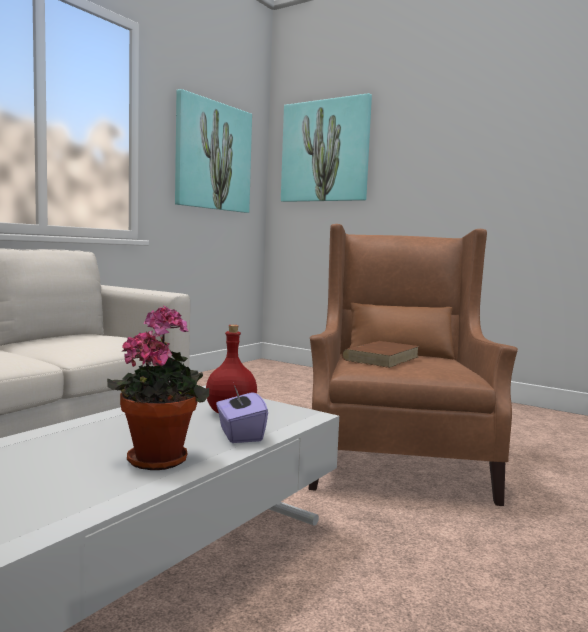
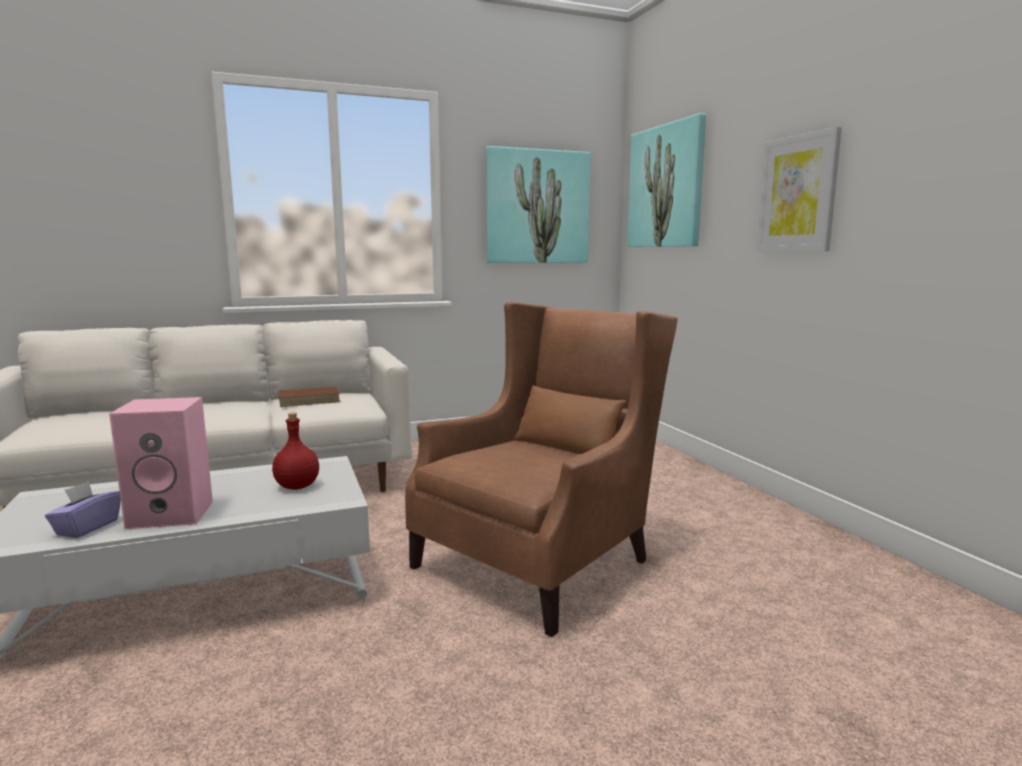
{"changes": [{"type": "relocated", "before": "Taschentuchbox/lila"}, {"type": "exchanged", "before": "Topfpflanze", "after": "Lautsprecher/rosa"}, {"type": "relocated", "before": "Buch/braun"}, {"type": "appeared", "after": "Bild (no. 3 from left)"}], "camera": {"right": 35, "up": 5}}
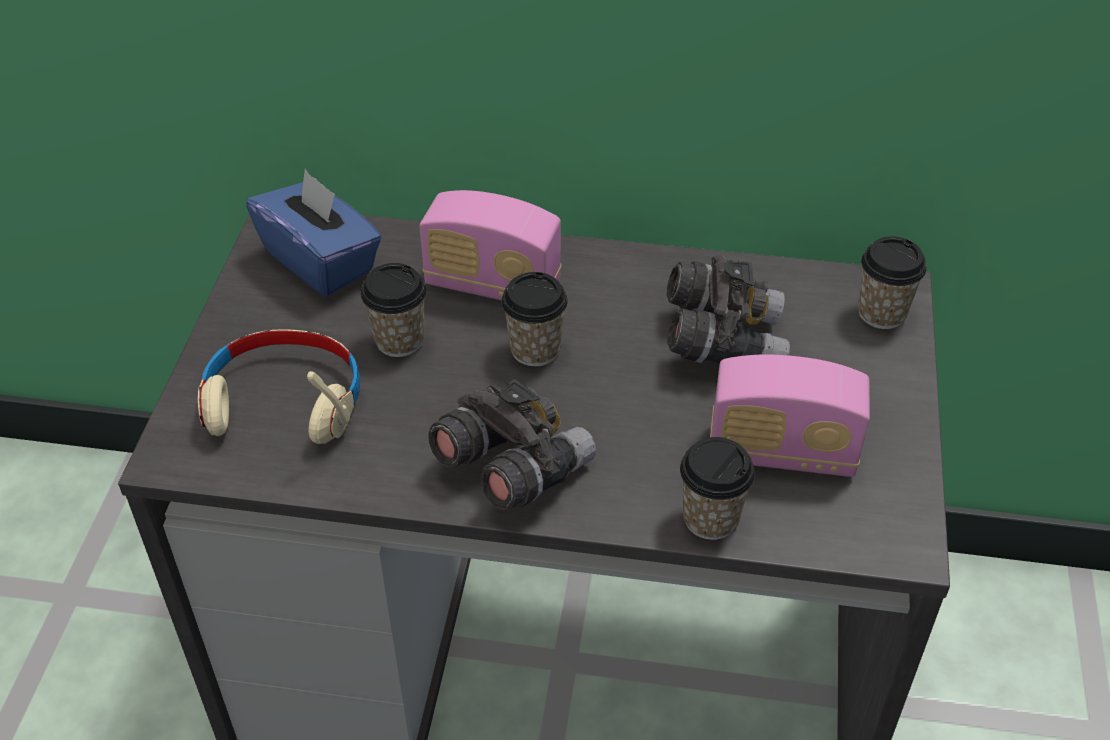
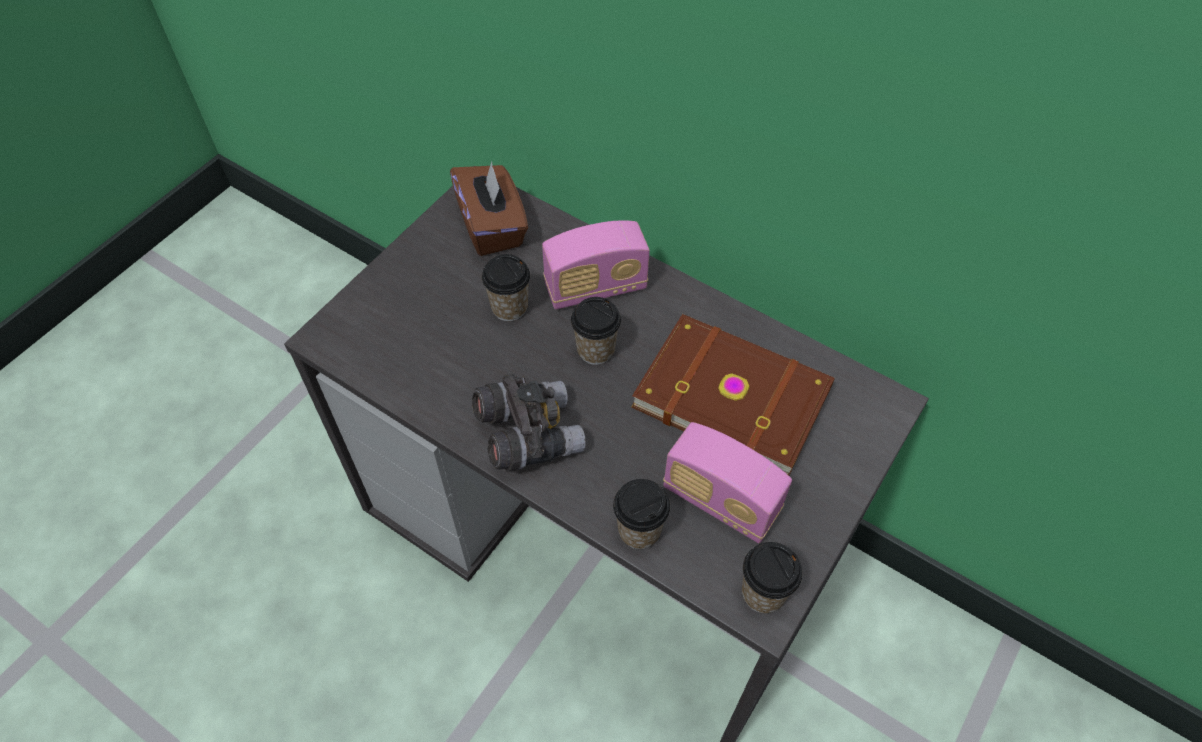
{"changes": [{"type": "colour", "before": "Taschentuchbox/blau", "after": "Taschentuchbox/braun"}, {"type": "spun", "before": "Radio (no. 1 from left)", "turn": -60}, {"type": "exchanged", "before": "Fernglas/grau (no. 2 from left)", "after": "Buch/braun"}, {"type": "relocated", "before": "Tasse (no. 4 from left)"}, {"type": "missing", "before": "Kopfhörer/beige"}], "camera": {"right": 25, "up": 10}}
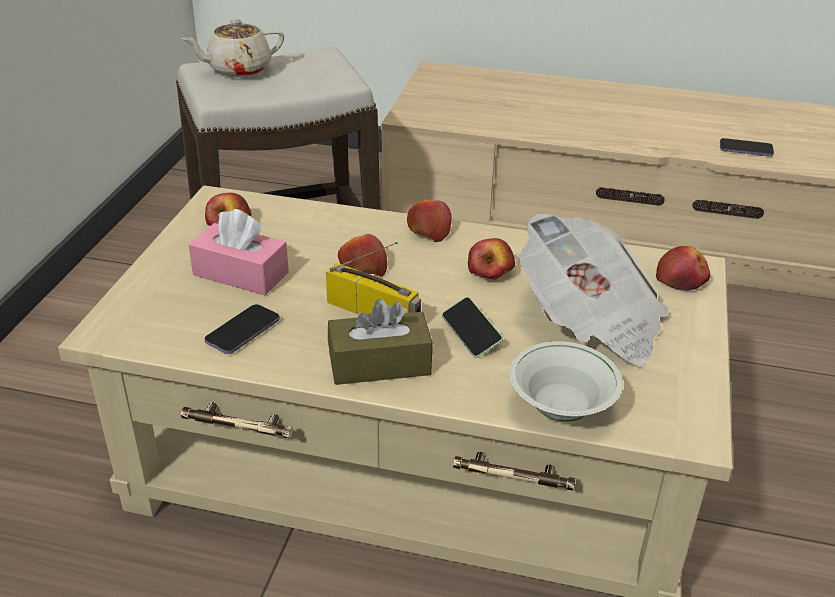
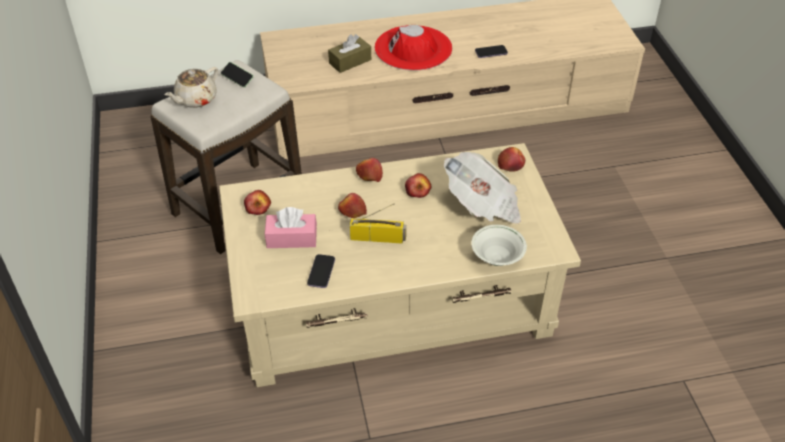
{"changes": [{"type": "relocated", "before": "Handy (no. 2 from left in the first image)", "after": "Handy (no. 1 from left)"}, {"type": "relocated", "before": "Taschentuchbox/braun"}, {"type": "appeared", "after": "Hut/rot"}], "camera": {"right": -25, "up": 10}}
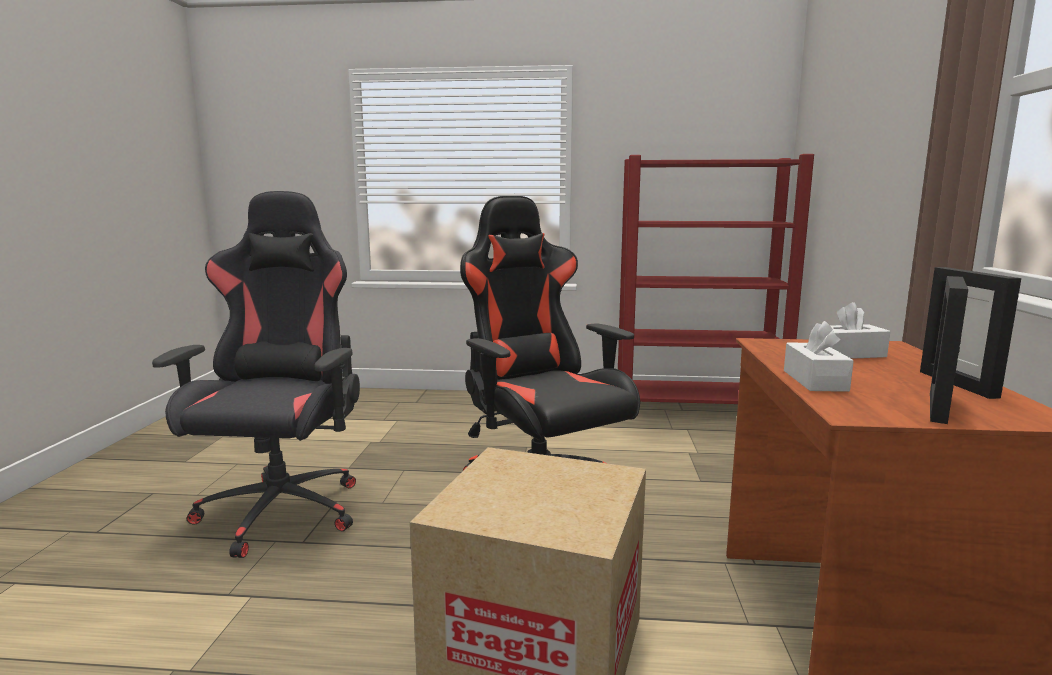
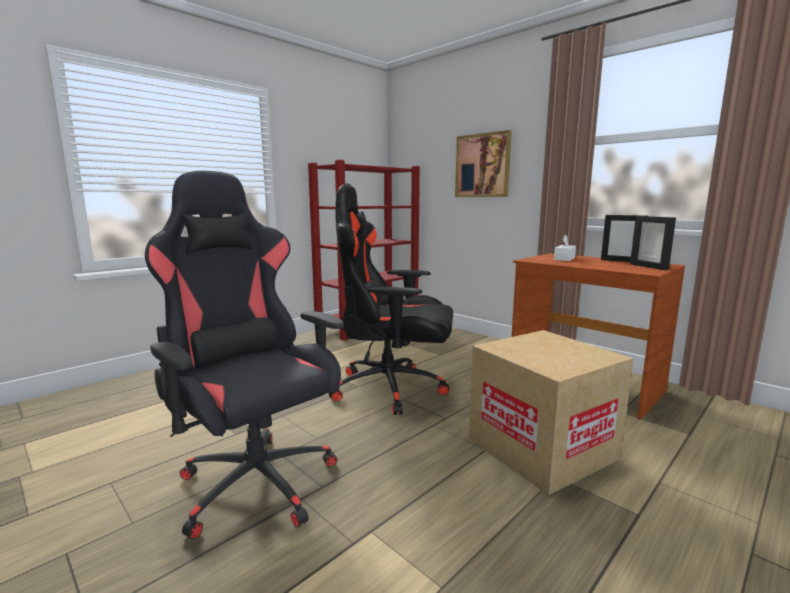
{"changes": [{"type": "appeared", "after": "Bild"}, {"type": "missing", "before": "Taschentuchbox/weiß (no. 1 from left)"}], "camera": {"right": -50, "up": 0}}
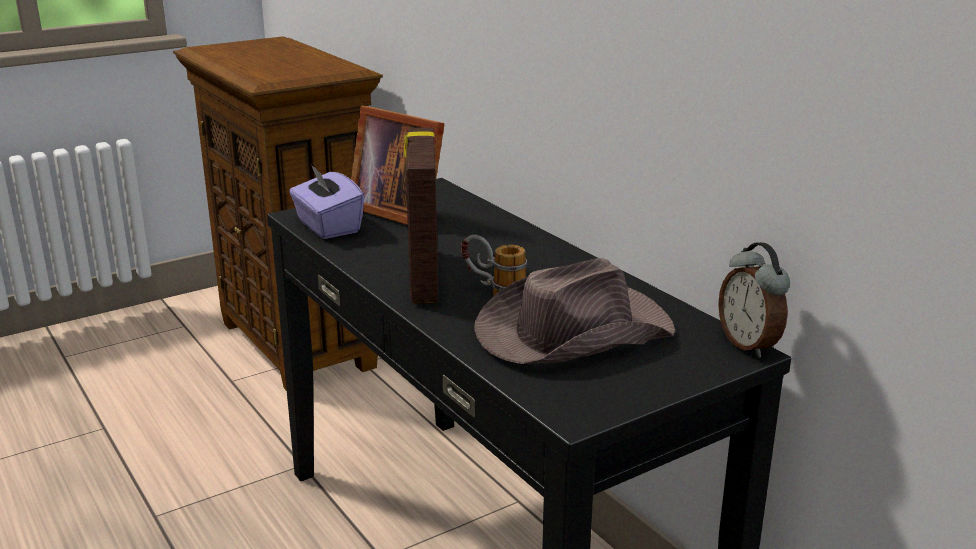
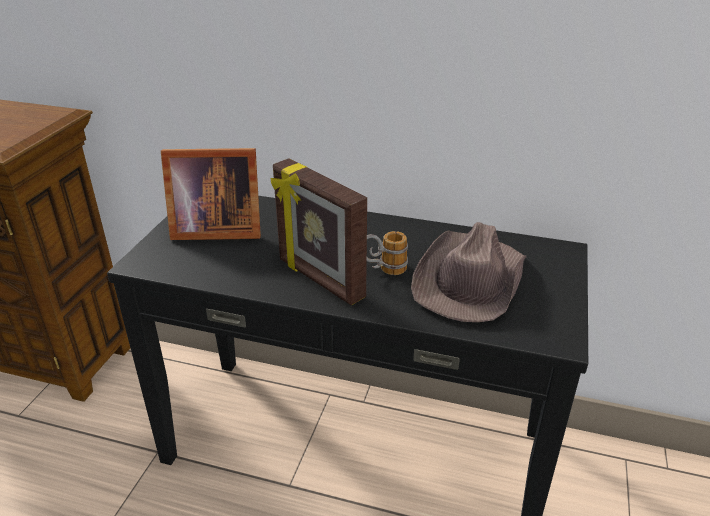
{"changes": [{"type": "missing", "before": "Taschentuchbox/lila"}, {"type": "missing", "before": "Wecker"}], "camera": {"right": -40, "up": 10}}
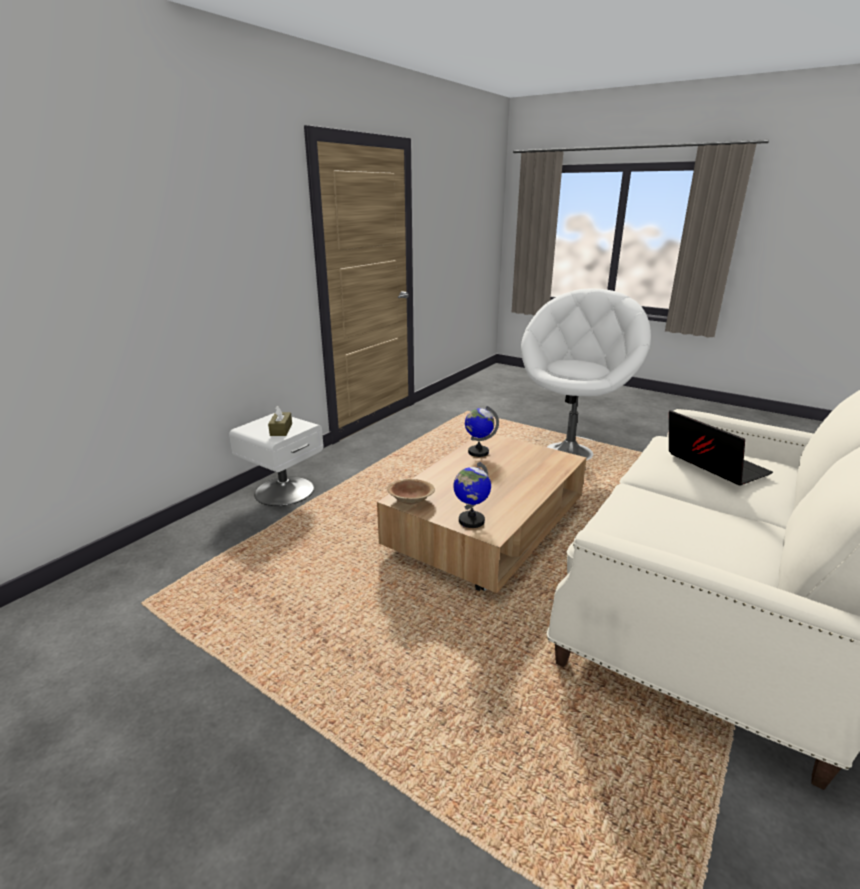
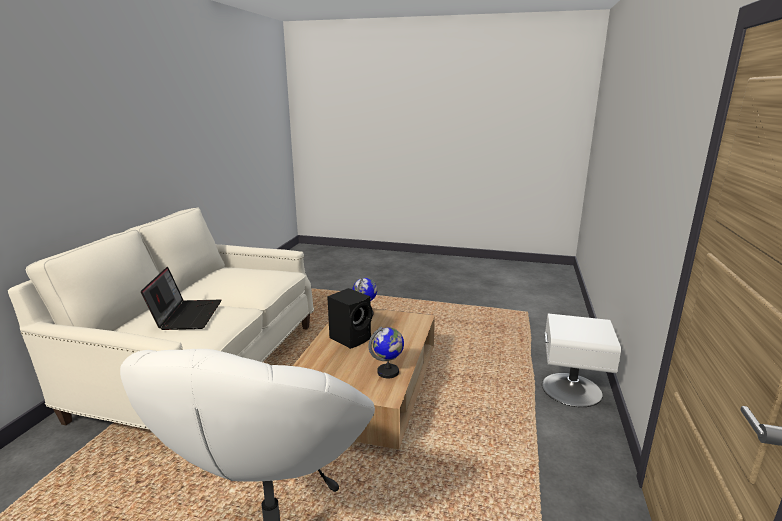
{"changes": [{"type": "spun", "before": "Laptop", "turn": -135}, {"type": "appeared", "after": "Lautsprecher/schwarz"}, {"type": "missing", "before": "Taschentuchbox/braun"}, {"type": "missing", "before": "Schüssel/braun"}], "camera": {"right": 160, "up": -5}}
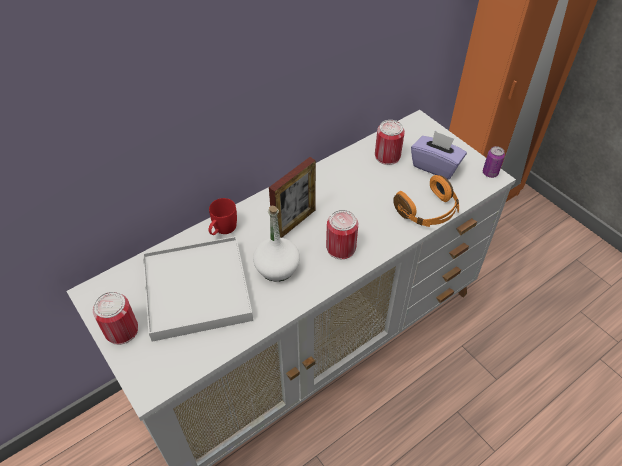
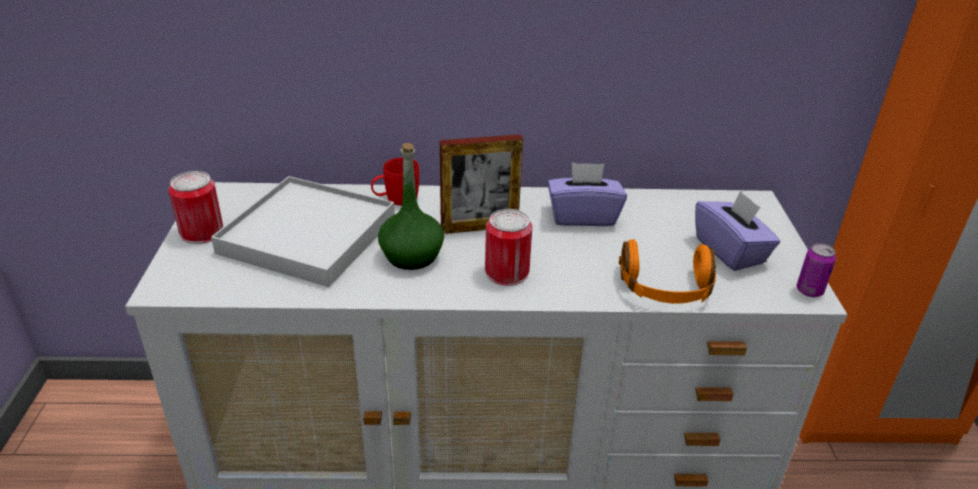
{"changes": [{"type": "colour", "before": "Flasche/weiß", "after": "Flasche/grün"}, {"type": "appeared", "after": "Taschentuchbox/lila (no. 1 from left)"}, {"type": "missing", "before": "Dose (no. 3 from left)"}], "camera": {"right": 35, "up": -15}}
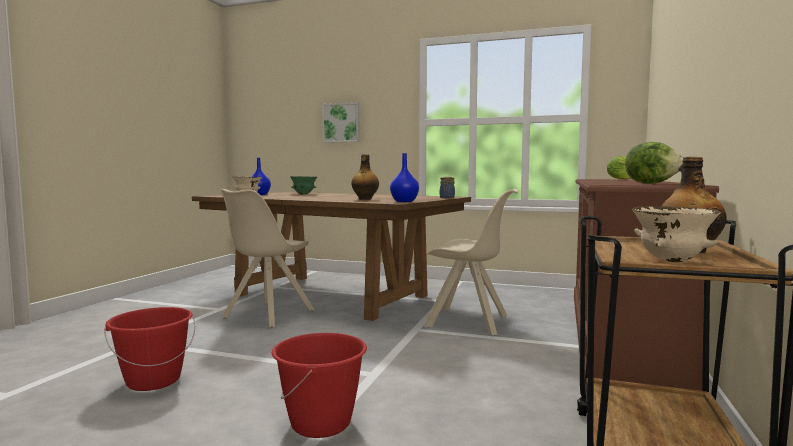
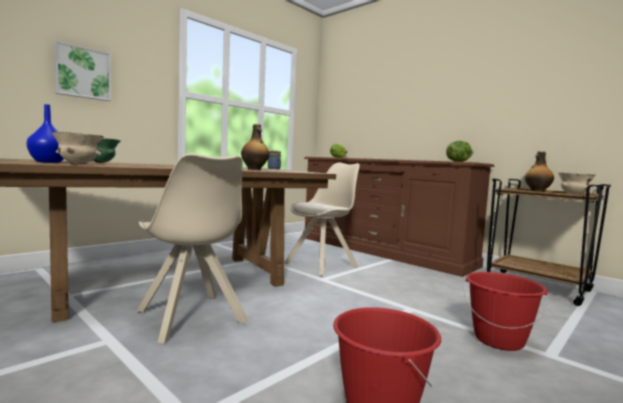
{"changes": [{"type": "missing", "before": "Vase/blau (no. 2 from left)"}], "camera": {"right": -65, "up": 0}}
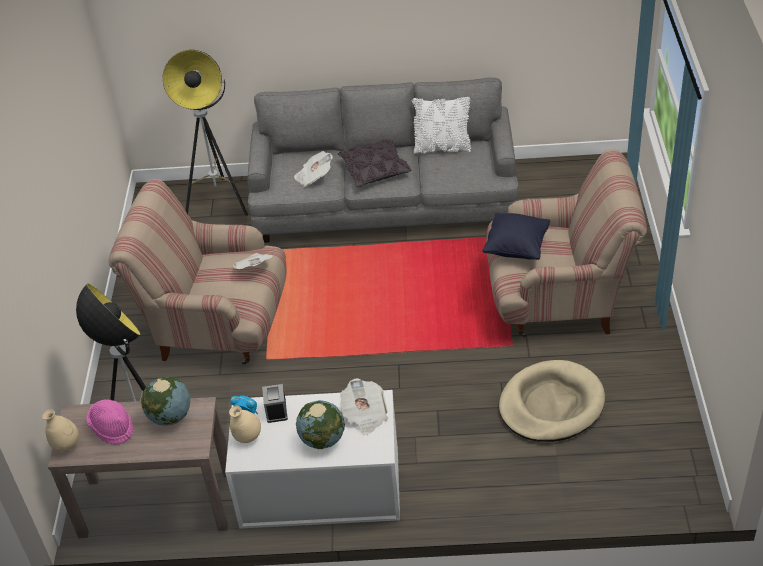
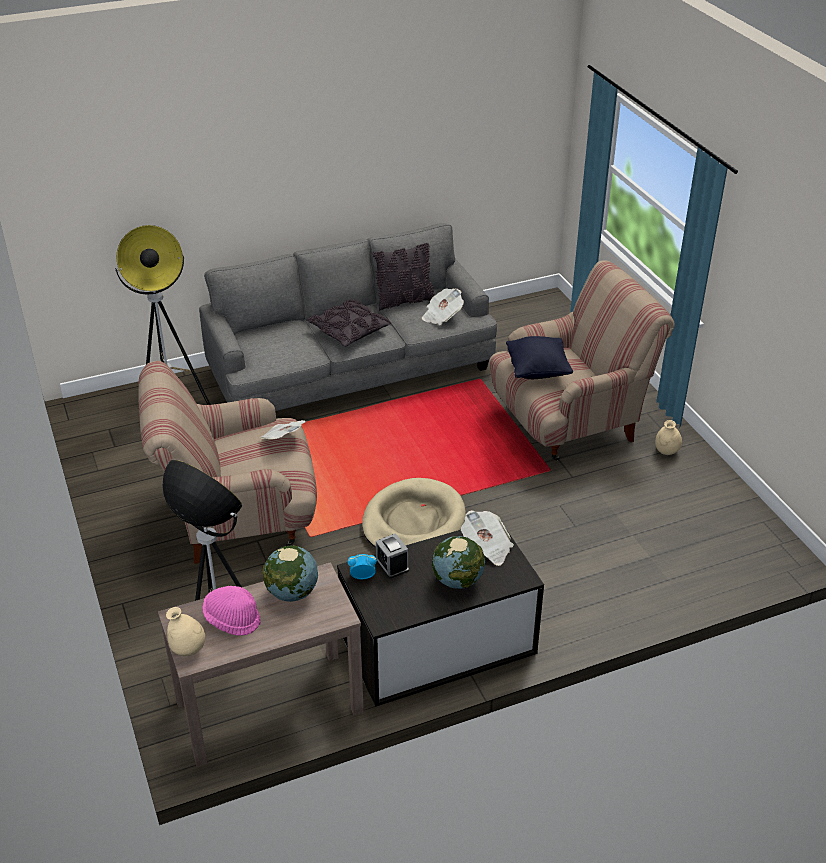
{"changes": [{"type": "colour", "before": "Schrank/weiß", "after": "Schrank/schwarz"}, {"type": "relocated", "before": "Hundebett/beige"}, {"type": "colour", "before": "Kissen/weiß", "after": "Kissen/schwarz (no. 2 from left)"}, {"type": "relocated", "before": "Zeitung (no. 2 from left)"}, {"type": "relocated", "before": "Vase/beige (no. 2 from left)"}], "camera": {"right": -25, "up": -5}}
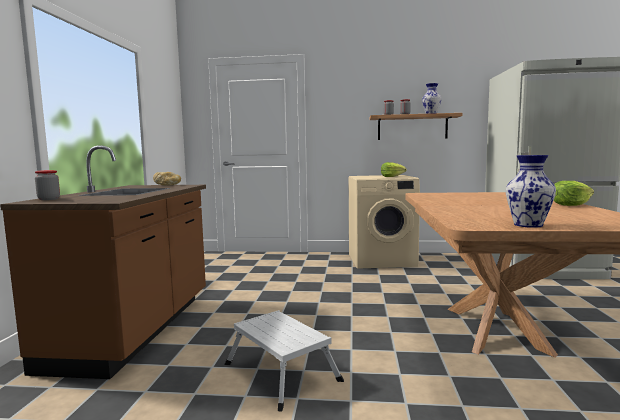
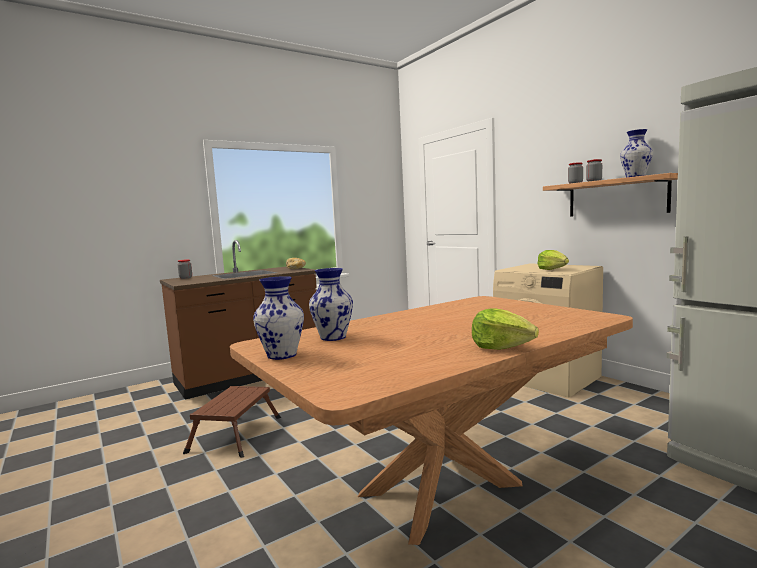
{"changes": [{"type": "colour", "before": "Trittleiter/weiß", "after": "Trittleiter/braun"}, {"type": "appeared", "after": "Vase (no. 2 from left)"}], "camera": {"right": 50, "up": 0}}
